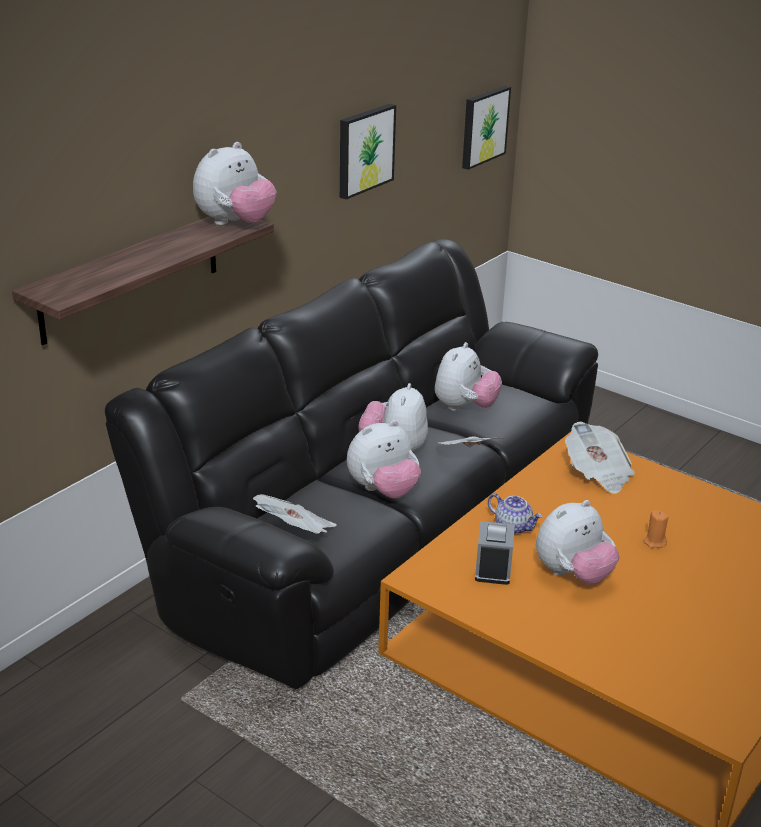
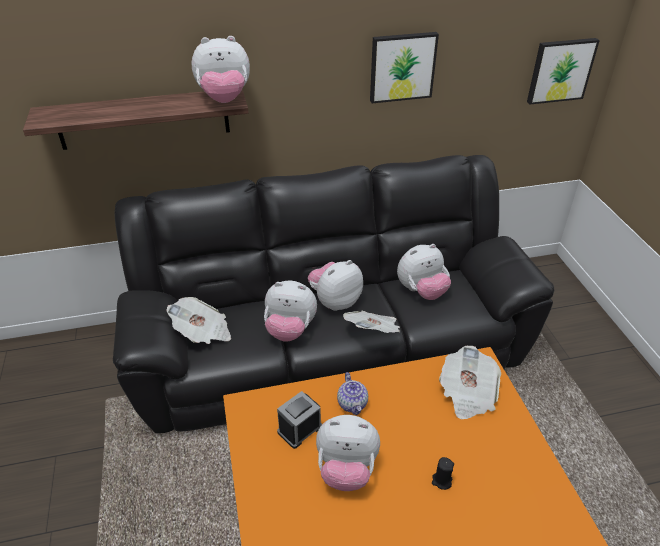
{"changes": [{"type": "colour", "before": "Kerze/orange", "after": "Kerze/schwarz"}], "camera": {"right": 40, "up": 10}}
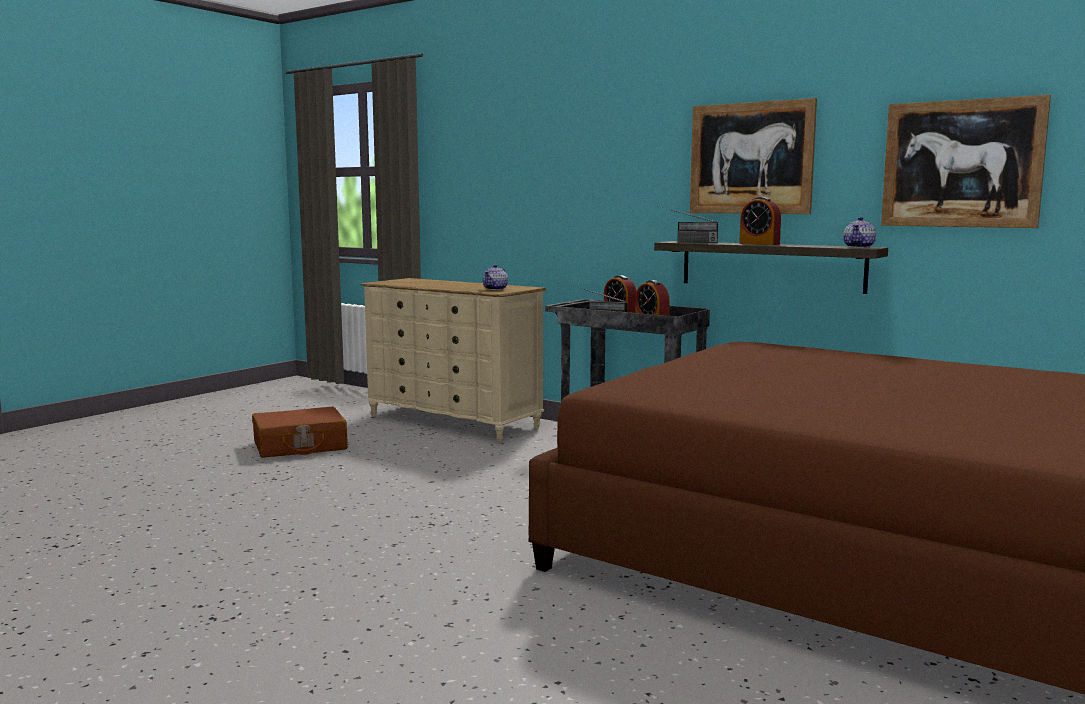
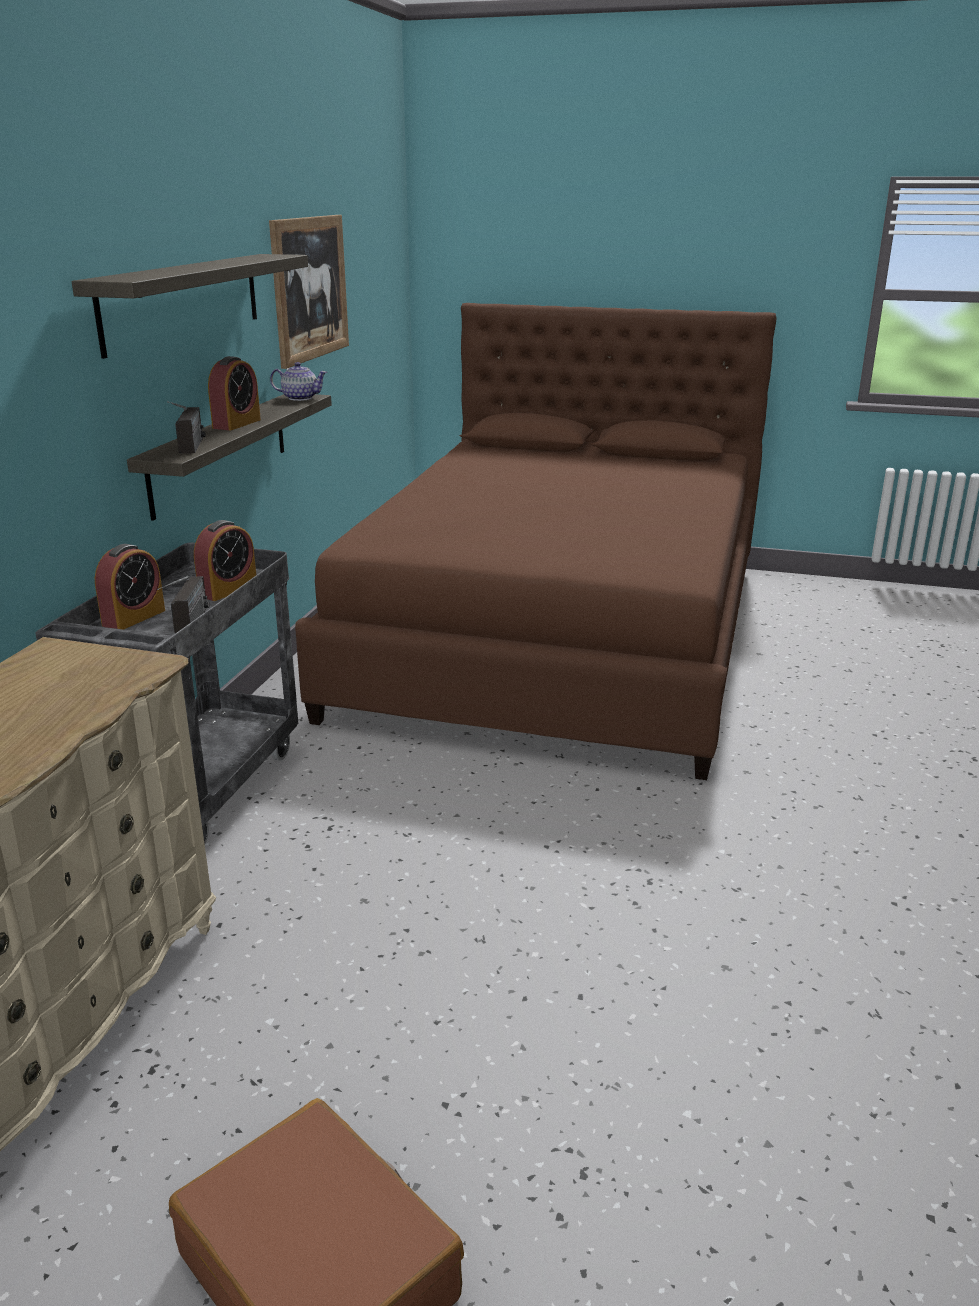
{"changes": [{"type": "exchanged", "before": "Bild (no. 1 from left)", "after": "Wandregal (no. 1 from left)"}, {"type": "missing", "before": "Teekanne (no. 1 from left)"}], "camera": {"right": -110, "up": 15}}
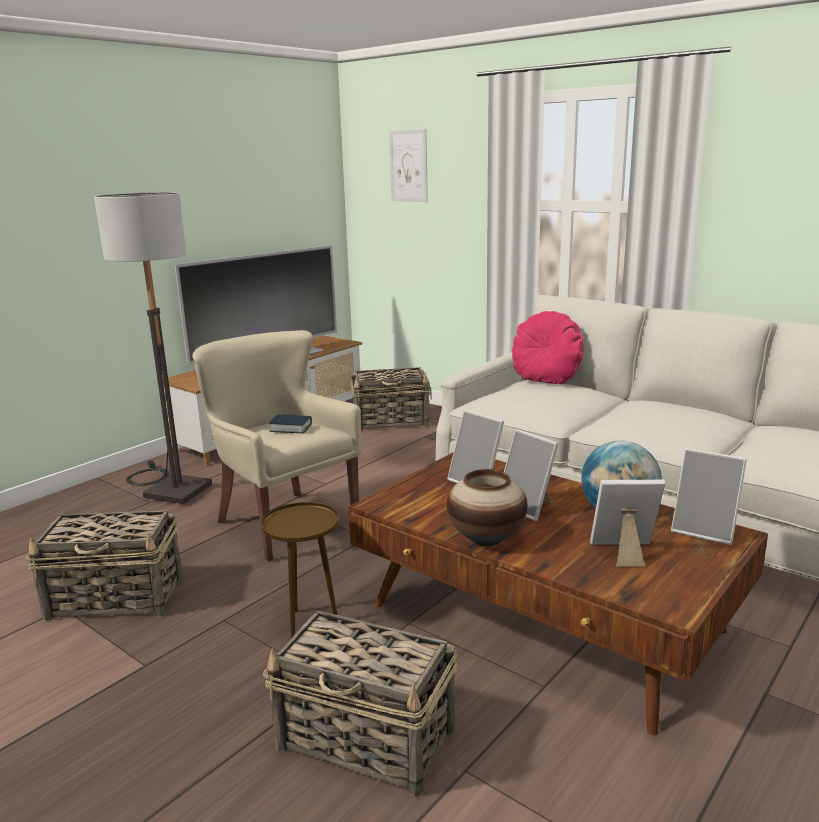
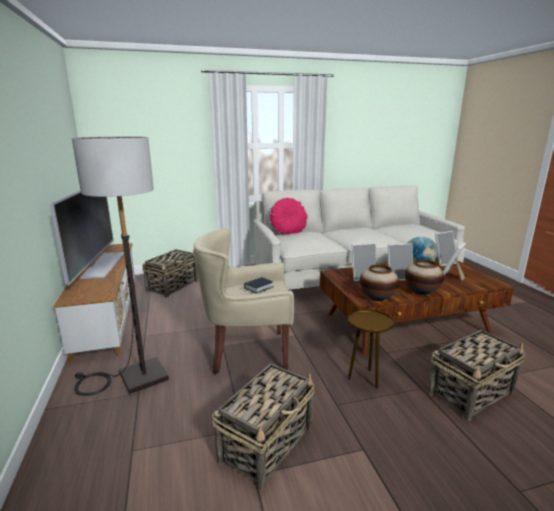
{"changes": [{"type": "appeared", "after": "Vase (no. 1 from left)"}, {"type": "missing", "before": "Bild"}], "camera": {"right": -55, "up": 0}}
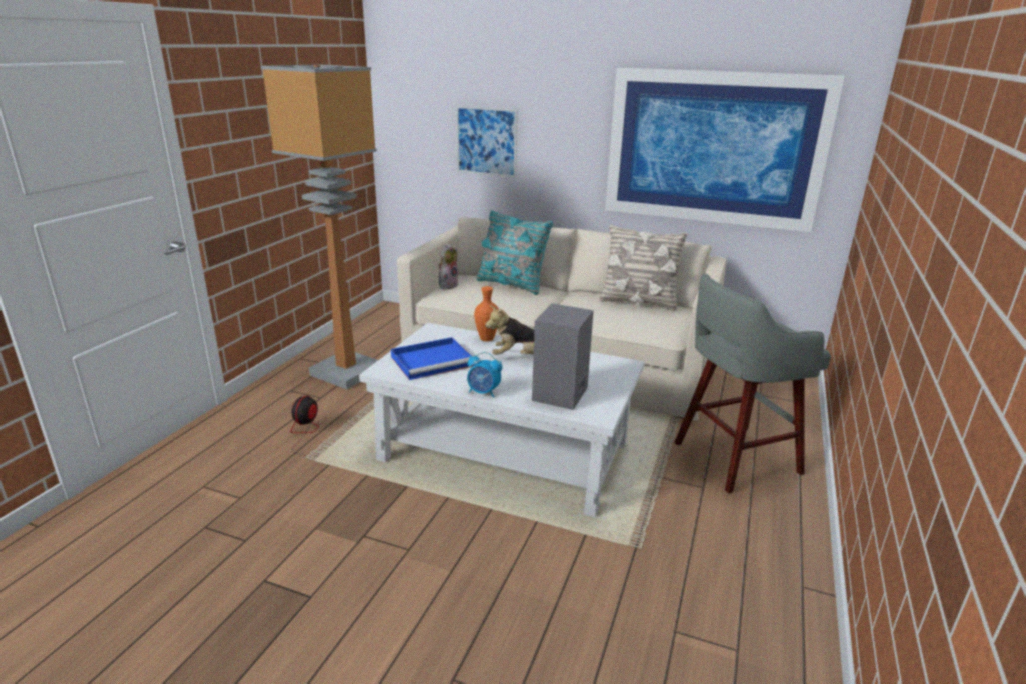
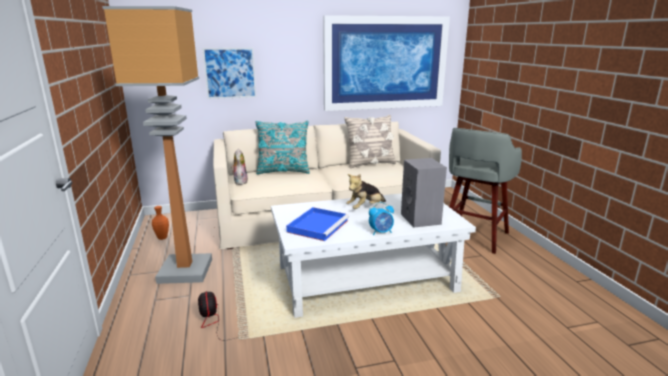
{"changes": [{"type": "relocated", "before": "Vase/orange"}], "camera": {"right": -35, "up": -5}}
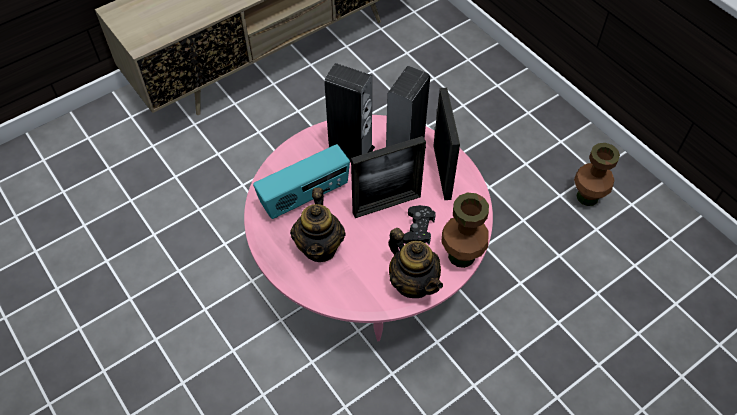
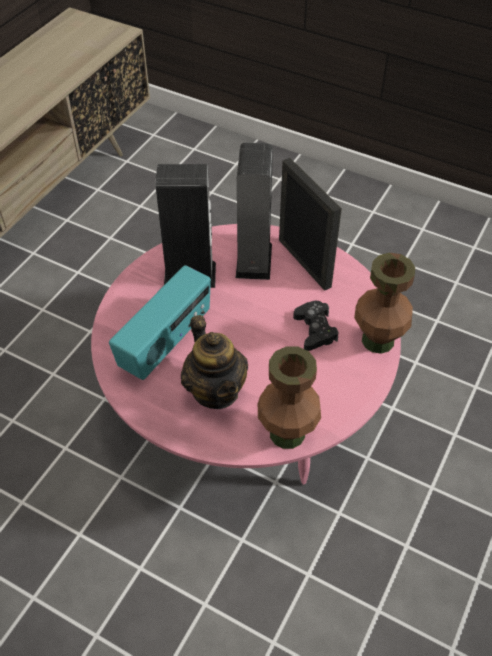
{"changes": [{"type": "relocated", "before": "Vase/braun (no. 2 from left in the first image)", "after": "Vase/braun (no. 1 from left)"}, {"type": "missing", "before": "Bilderrahmen (no. 1 from left)"}, {"type": "missing", "before": "Teekanne (no. 2 from left)"}], "camera": {"right": -25, "up": -5}}
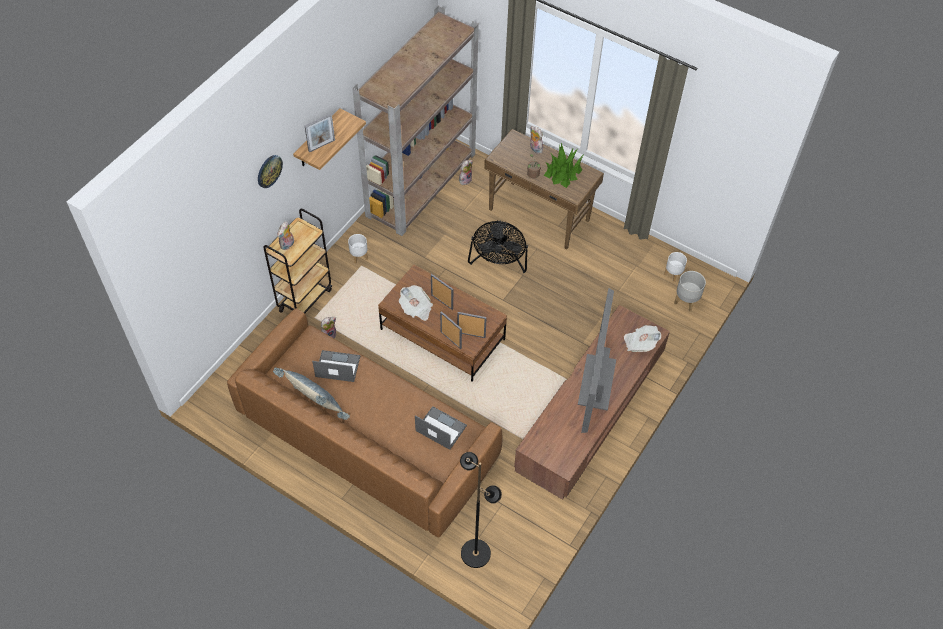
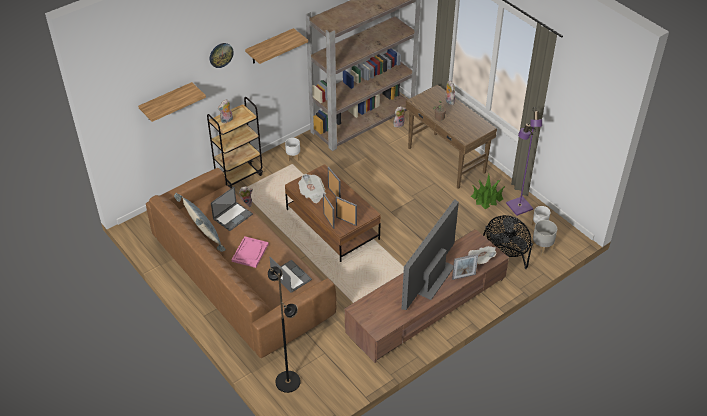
{"changes": [{"type": "appeared", "after": "Wandregal (no. 1 from left)"}, {"type": "spun", "before": "Laptop (no. 1 from left)", "turn": 105}, {"type": "appeared", "after": "Tablett/rosa"}, {"type": "relocated", "before": "Bilderrahmen (no. 1 from left in the first image)", "after": "Bilderrahmen (no. 4 from left)"}, {"type": "relocated", "before": "Topfpflanze (no. 2 from left)"}, {"type": "relocated", "before": "Ventilator/schwarz"}, {"type": "appeared", "after": "Stehlampe/lila"}], "camera": {"right": 20, "up": -10}}
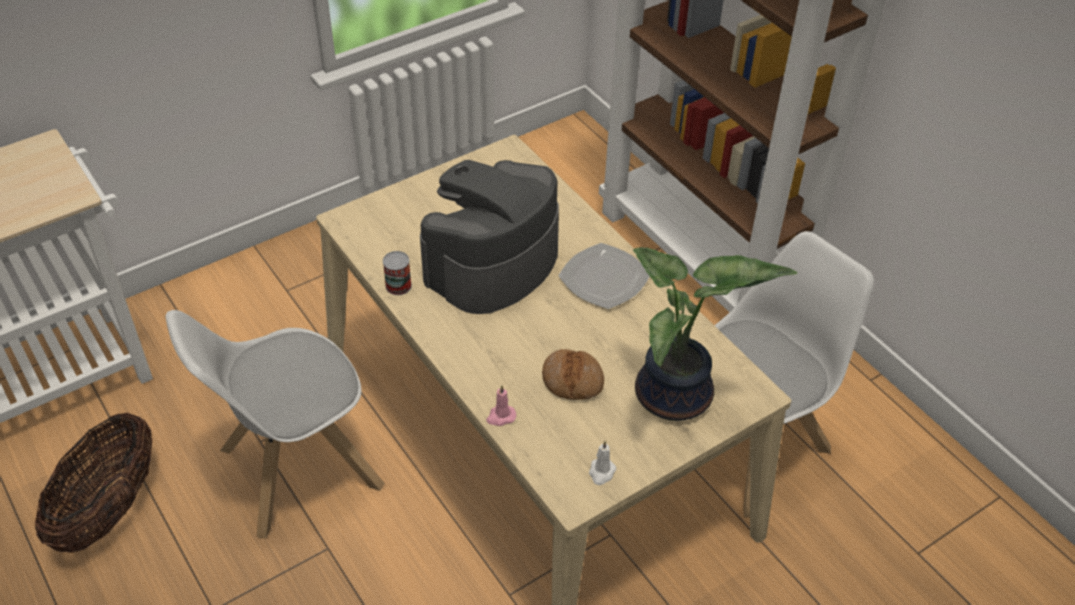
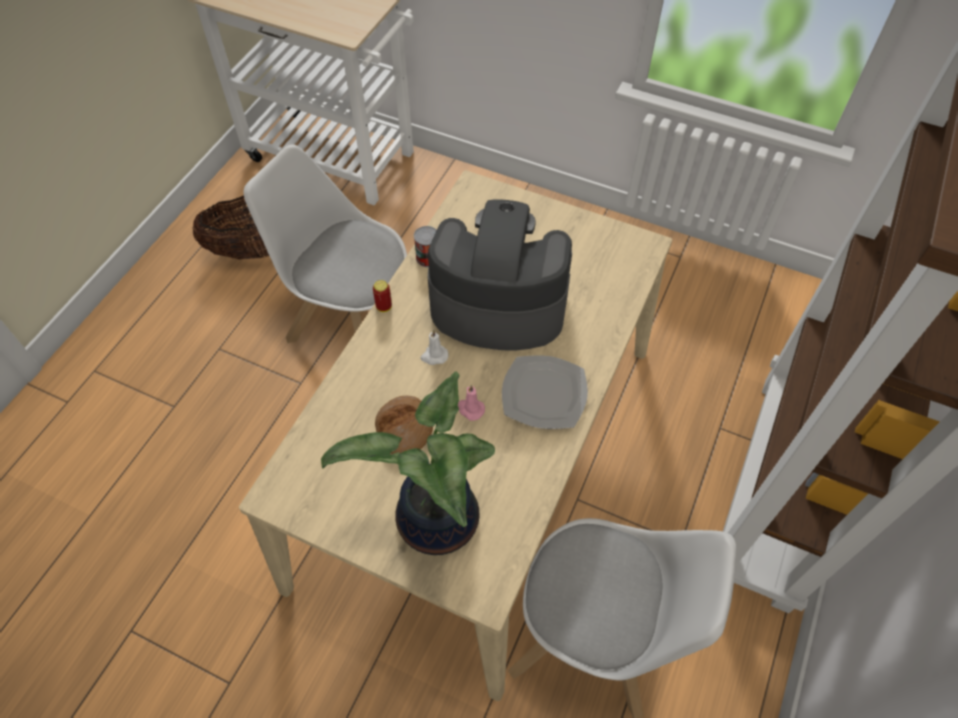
{"changes": [{"type": "appeared", "after": "Dose (no. 1 from left)"}, {"type": "relocated", "before": "Kerze/weiß"}, {"type": "relocated", "before": "Kerze/rosa"}], "camera": {"right": 60, "up": 10}}
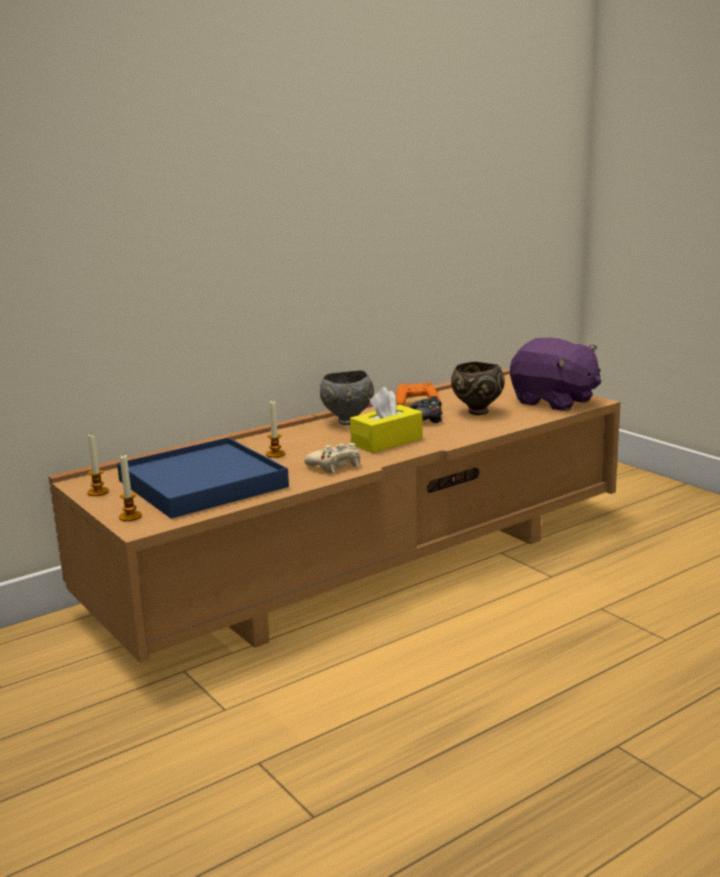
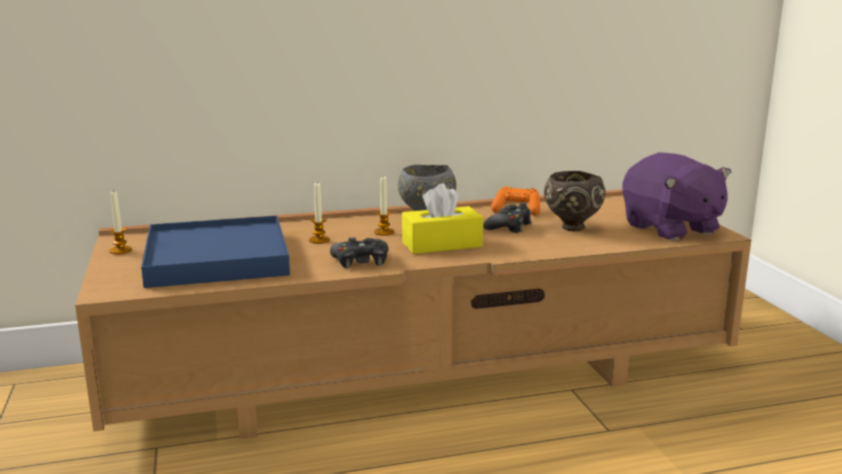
{"changes": [{"type": "colour", "before": "Gamepad/beige", "after": "Gamepad/schwarz (no. 1 from left)"}, {"type": "relocated", "before": "Kerze (no. 2 from left in the first image)", "after": "Kerze (no. 3 from left)"}], "camera": {"right": 20, "up": 0}}
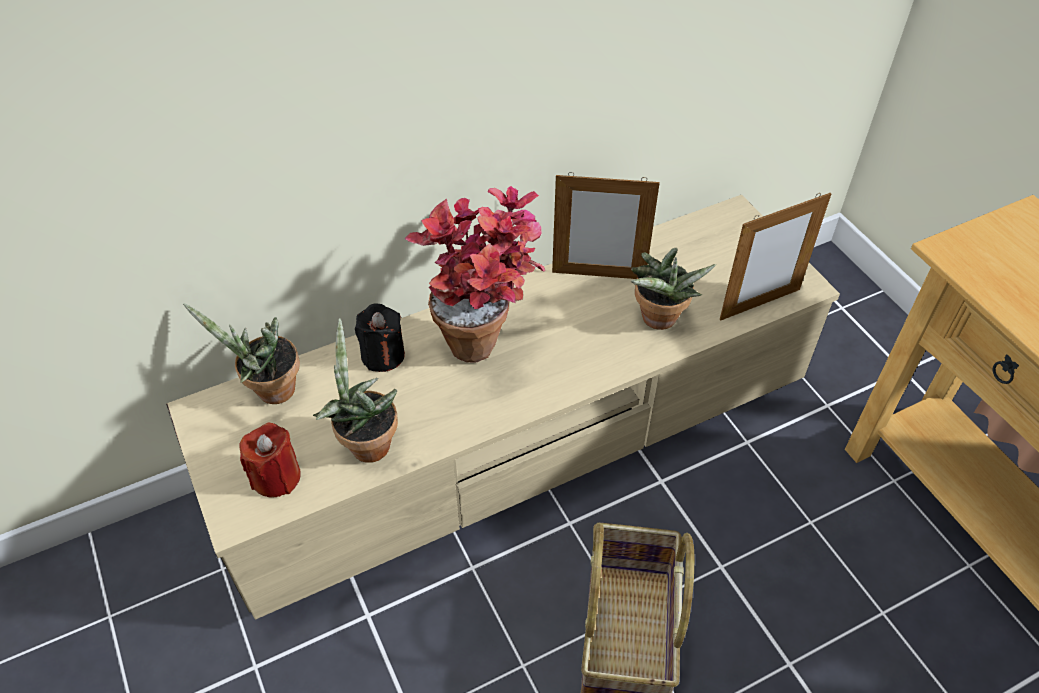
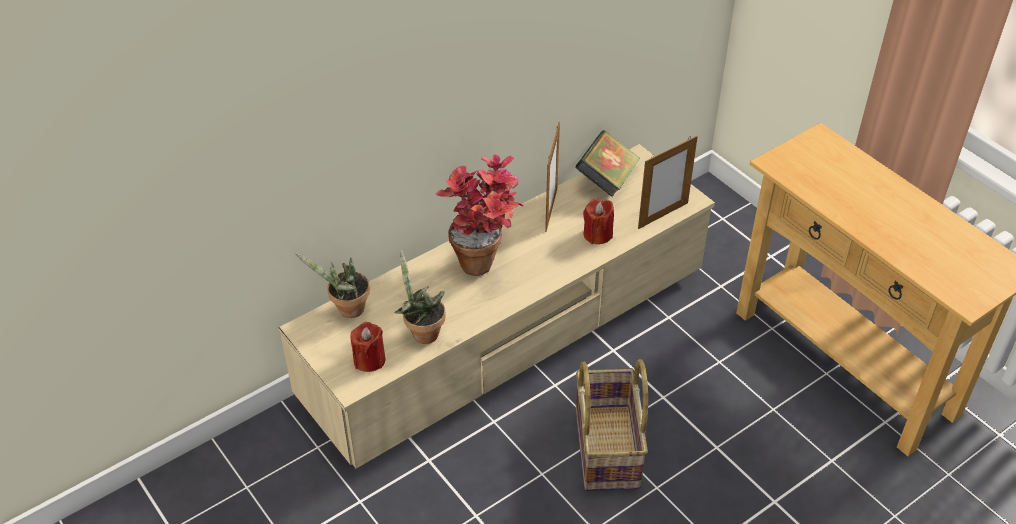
{"changes": [{"type": "spun", "before": "Bilderrahmen (no. 1 from left)", "turn": -75}, {"type": "appeared", "after": "Buch"}, {"type": "exchanged", "before": "Topfpflanze (no. 4 from left)", "after": "Kerze/rot (no. 2 from left)"}, {"type": "missing", "before": "Kerze/schwarz"}], "camera": {"right": -10, "up": -5}}
